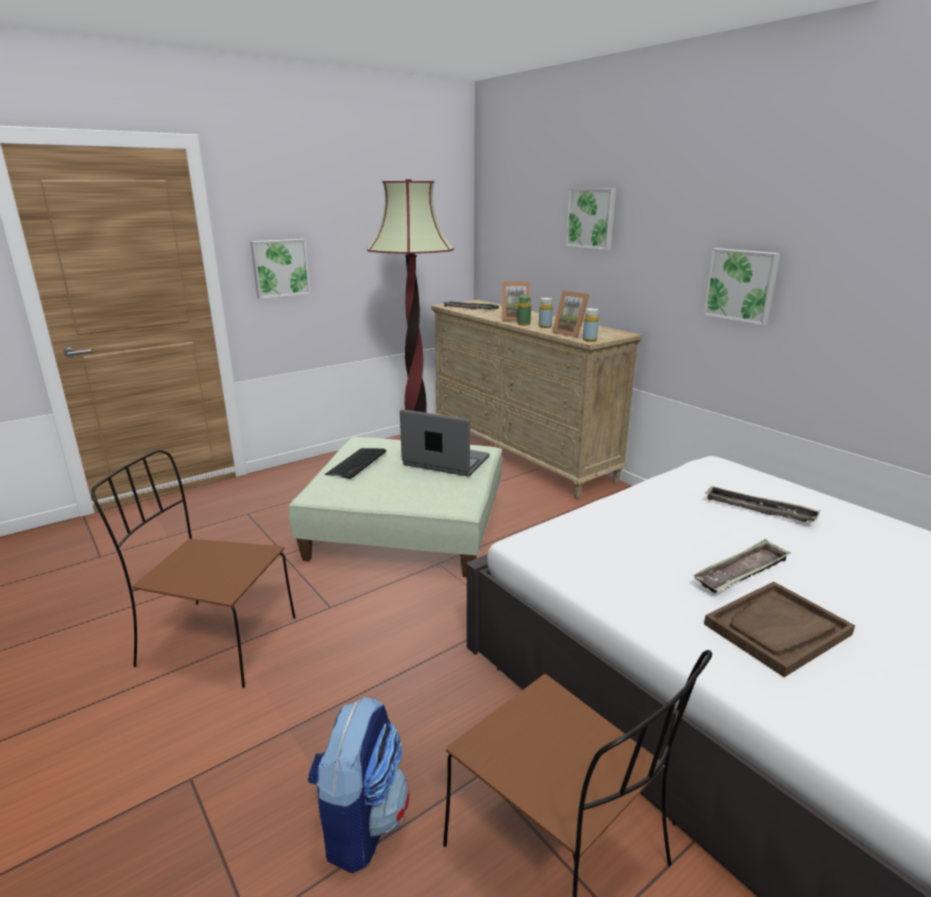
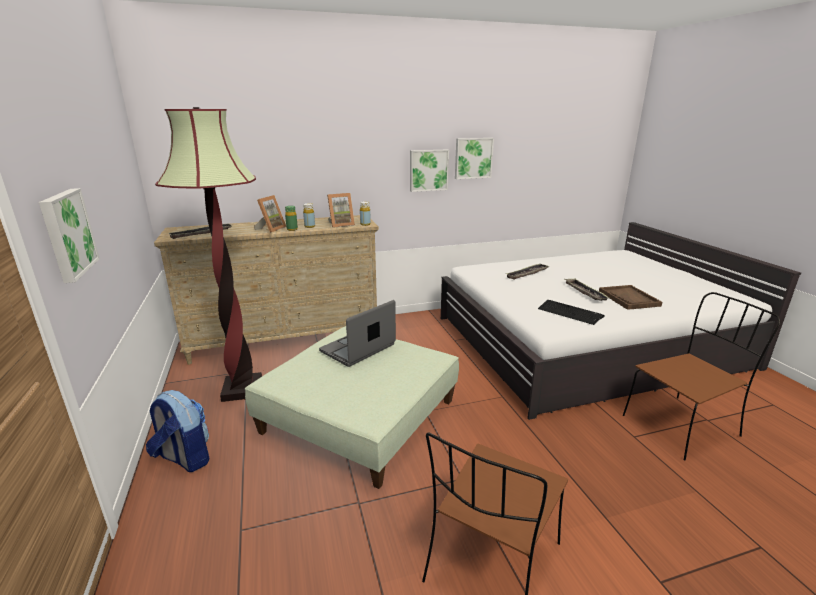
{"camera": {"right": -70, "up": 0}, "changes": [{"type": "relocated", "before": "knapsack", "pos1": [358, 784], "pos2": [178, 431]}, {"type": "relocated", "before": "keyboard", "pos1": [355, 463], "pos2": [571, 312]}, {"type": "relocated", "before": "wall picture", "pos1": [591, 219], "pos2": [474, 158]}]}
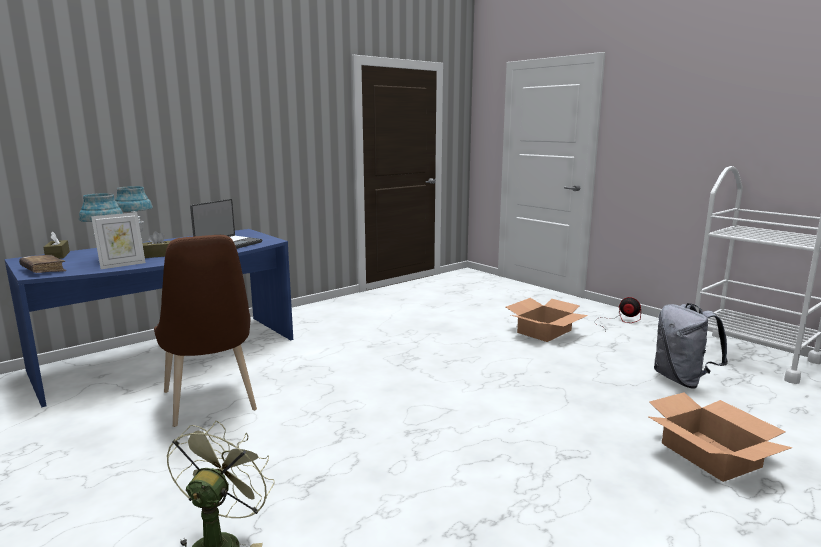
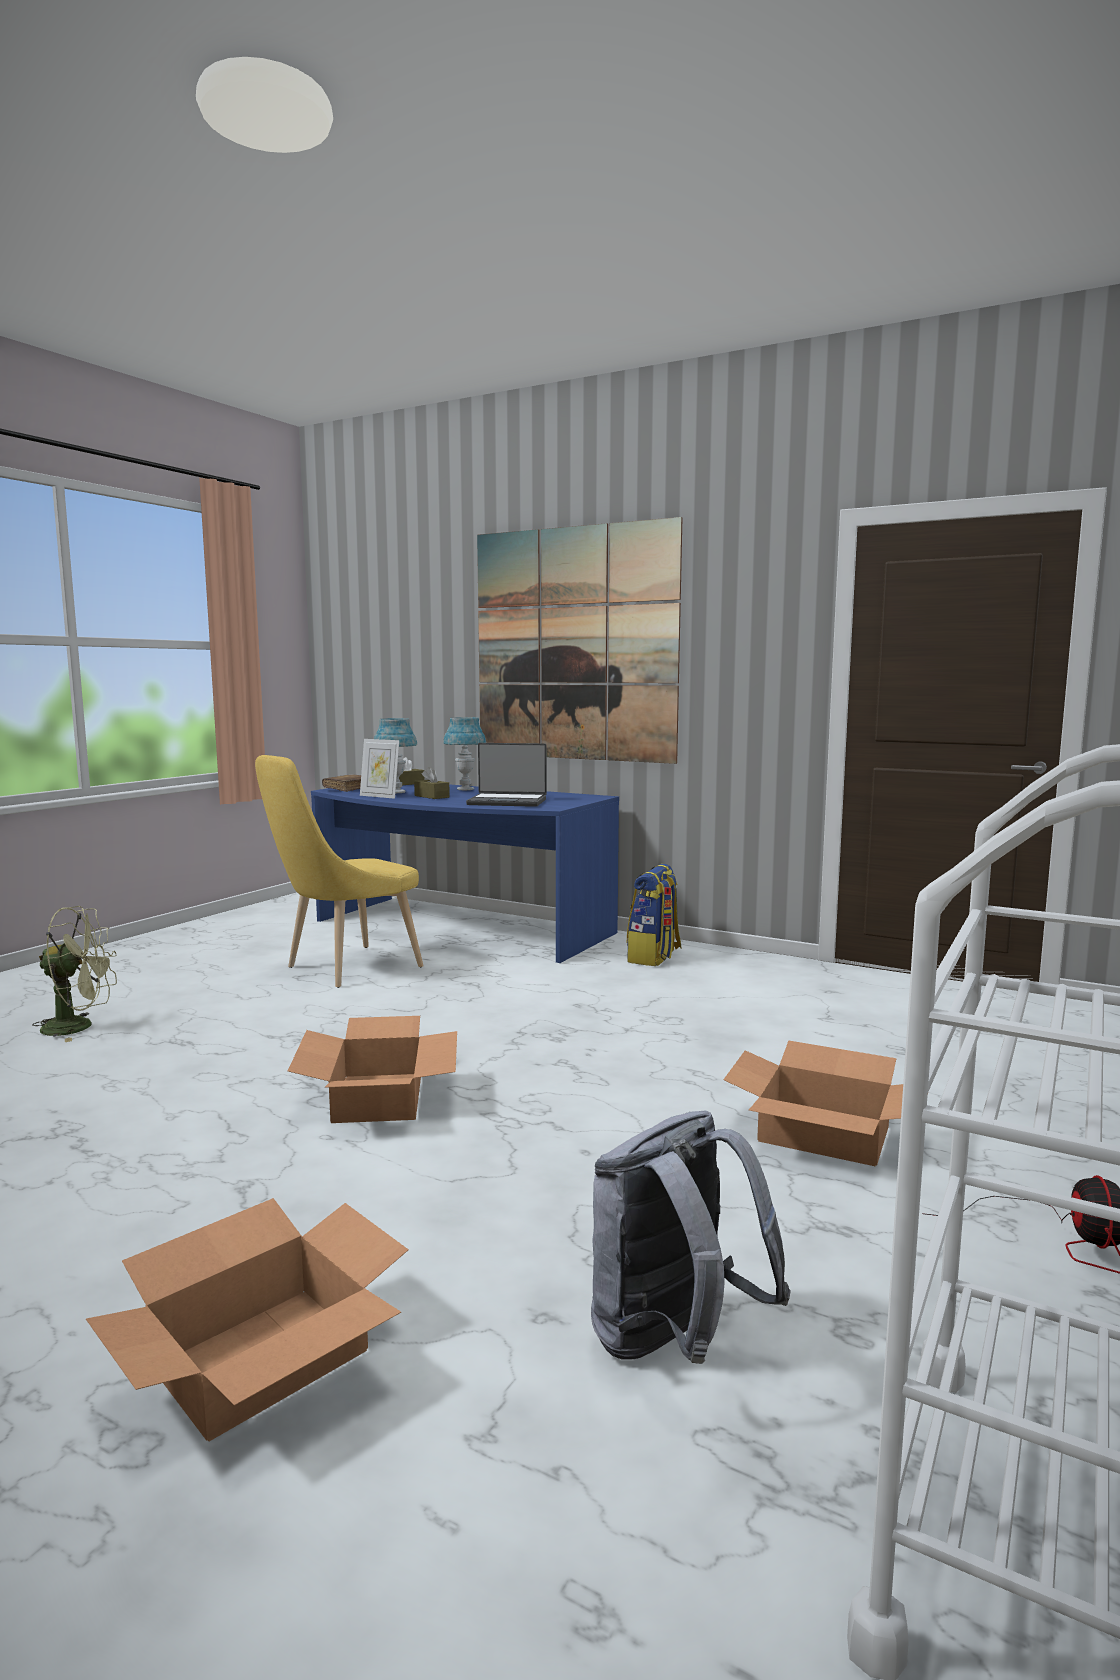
{"camera": {"right": 70, "up": -5}, "changes": [{"type": "appeared", "after": "packing box", "pos2": [372, 1069]}, {"type": "appeared", "after": "wall picture", "pos2": [580, 640]}, {"type": "appeared", "after": "knapsack", "pos2": [654, 915]}, {"type": "colour", "before": "upright chair/brownish", "after": "upright chair/yellow", "pos1": [205, 331], "pos2": [339, 871]}]}
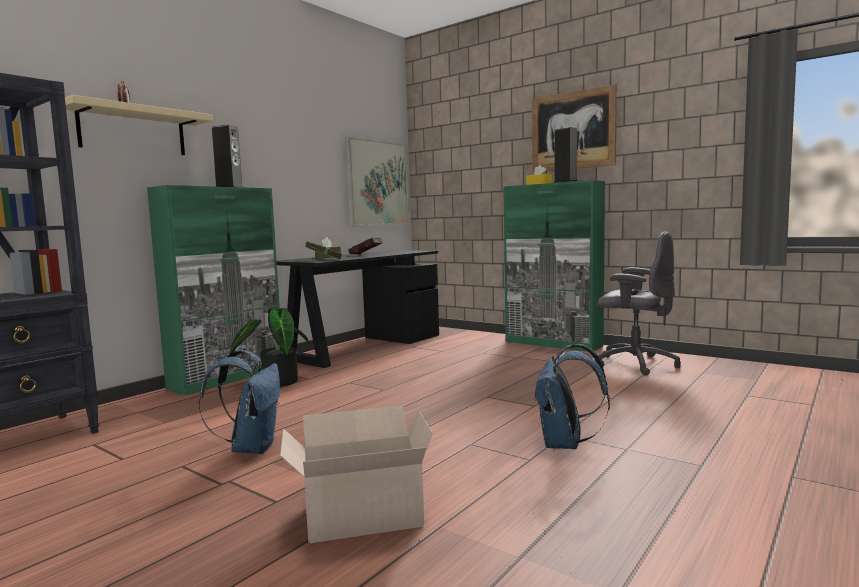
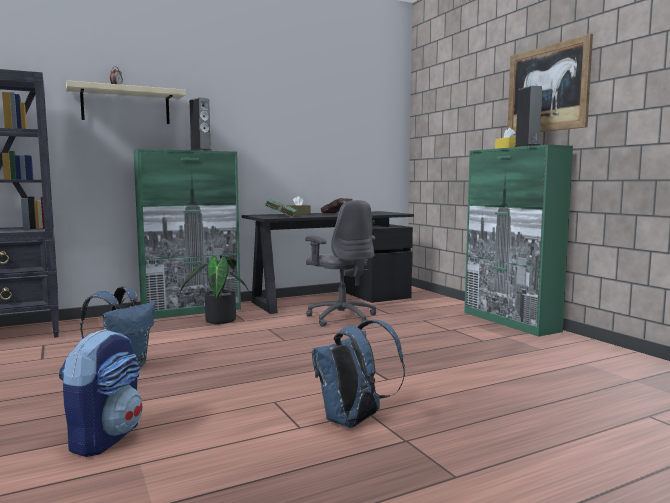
{"camera": {"right": 25, "up": 0}, "changes": [{"type": "missing", "before": "wall picture", "pos1": [377, 181]}, {"type": "relocated", "before": "desk chair/gray", "pos1": [639, 303], "pos2": [340, 263]}, {"type": "exchanged", "before": "packing box", "after": "knapsack", "pos1": [356, 474], "pos2": [100, 393]}]}
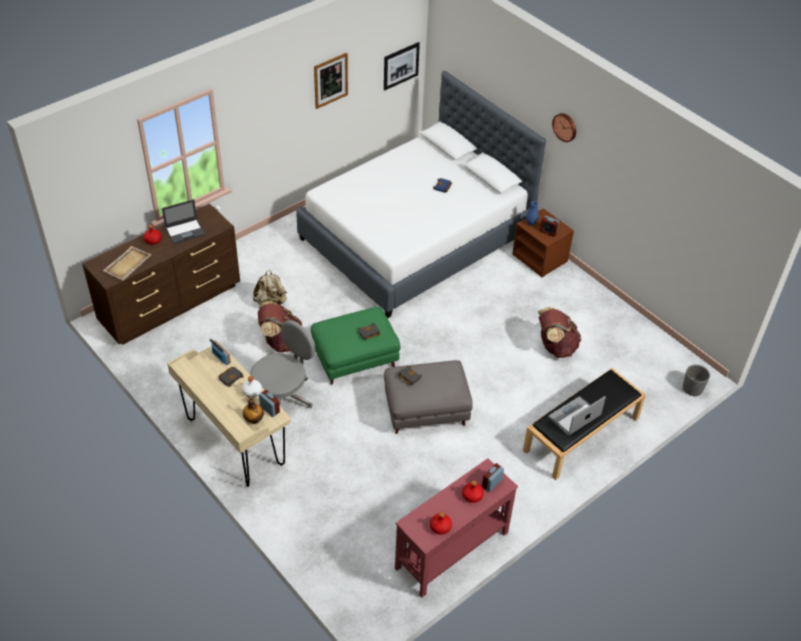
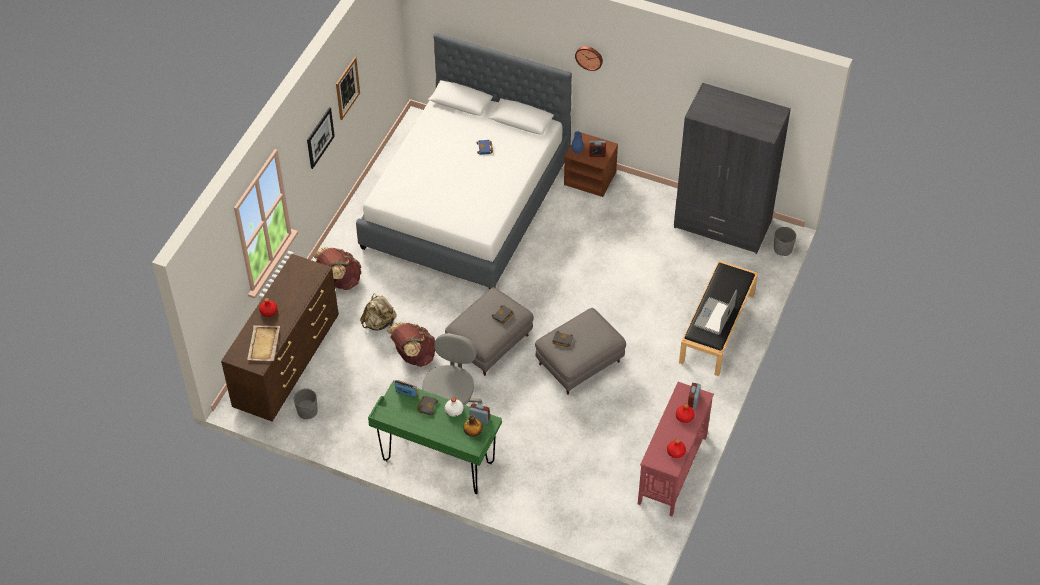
{"camera": {"right": -25, "up": 5}, "changes": [{"type": "missing", "before": "notebook computer", "pos1": [183, 221]}, {"type": "appeared", "after": "planter/gray", "pos2": [306, 403]}, {"type": "appeared", "after": "wardrobe/gray", "pos2": [732, 168]}, {"type": "relocated", "before": "wall picture", "pos1": [402, 66], "pos2": [321, 138]}, {"type": "relocated", "before": "knapsack/brownish", "pos1": [559, 332], "pos2": [337, 268]}, {"type": "colour", "before": "desk/beige-coloured", "after": "desk/green-coloured", "pos1": [229, 415], "pos2": [435, 438]}, {"type": "colour", "before": "footrest/green-coloured", "after": "footrest/gray", "pos1": [355, 346], "pos2": [489, 331]}]}
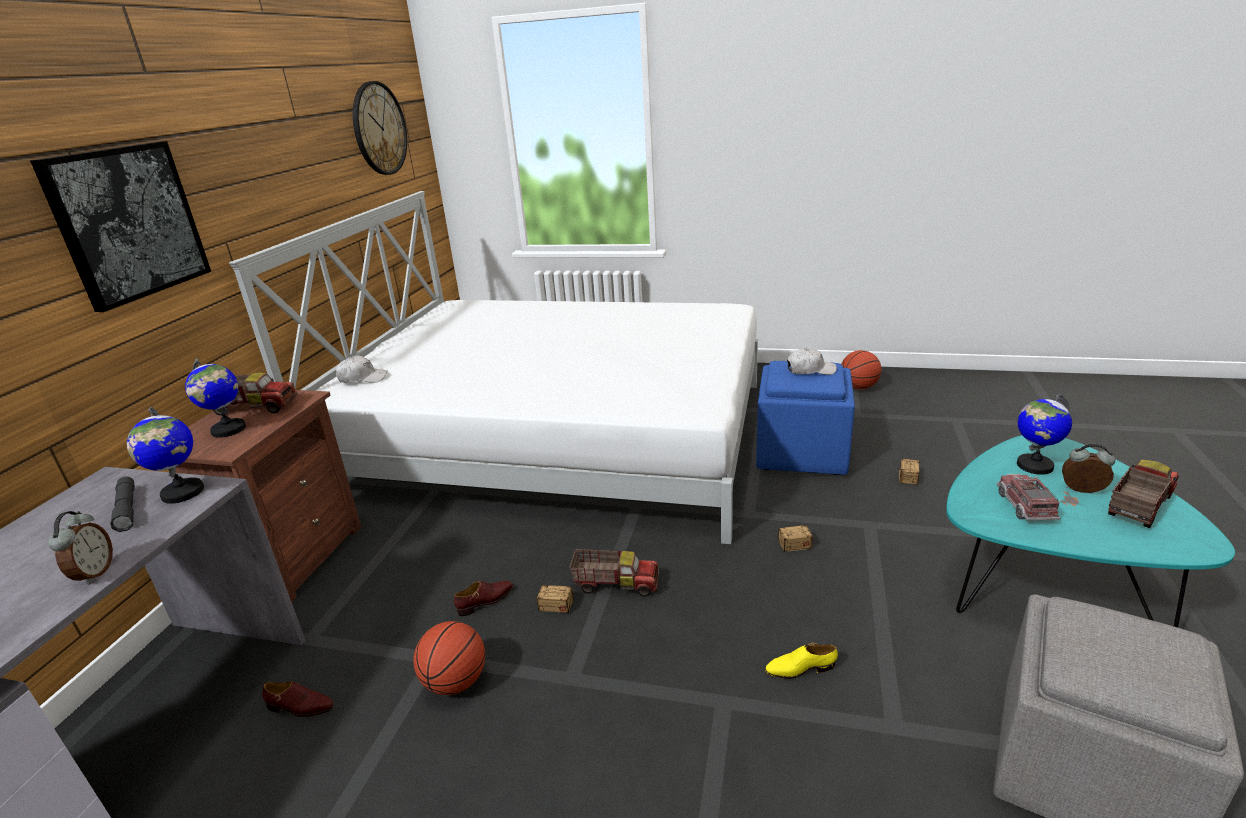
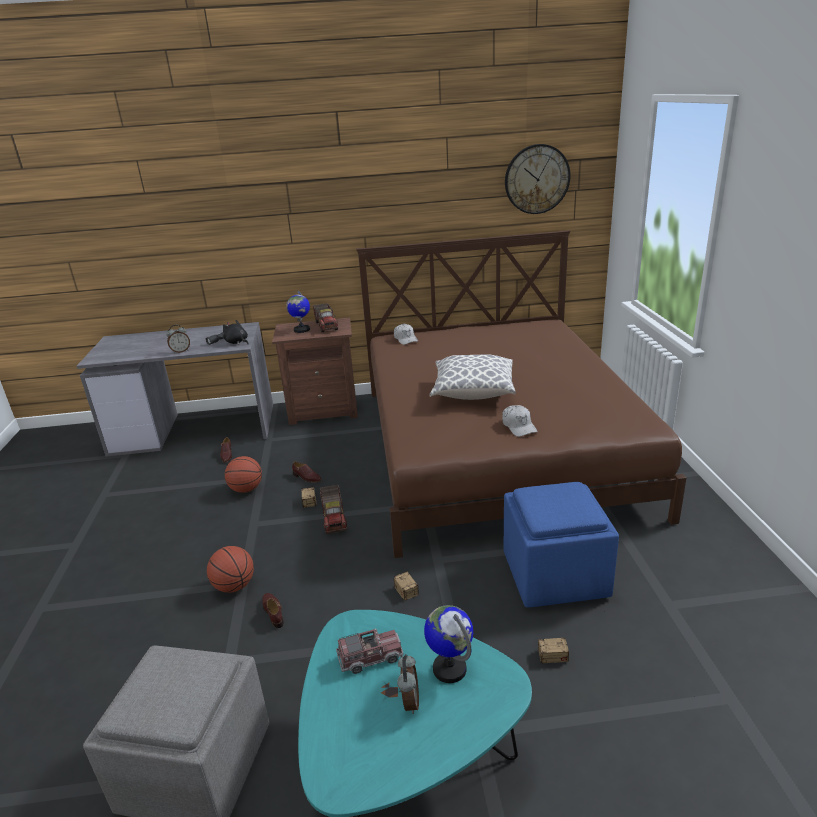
{"camera": {"right": 70, "up": 0}, "changes": [{"type": "missing", "before": "wall picture", "pos1": [120, 226]}, {"type": "missing", "before": "toy lorry", "pos1": [1143, 494]}, {"type": "appeared", "after": "cushion", "pos2": [473, 377]}, {"type": "relocated", "before": "cap/whitish", "pos1": [812, 361], "pos2": [520, 421]}, {"type": "relocated", "before": "basketball ball", "pos1": [861, 369], "pos2": [230, 569]}, {"type": "exchanged", "before": "desk globe", "after": "cuddly toy/black", "pos1": [165, 455], "pos2": [236, 332]}, {"type": "colour", "before": "bedroom bed/whitish", "after": "bedroom bed/brownish", "pos1": [493, 367], "pos2": [521, 394]}, {"type": "colour", "before": "shoe/yellow", "after": "shoe/brownish", "pos1": [801, 661], "pos2": [273, 610]}]}
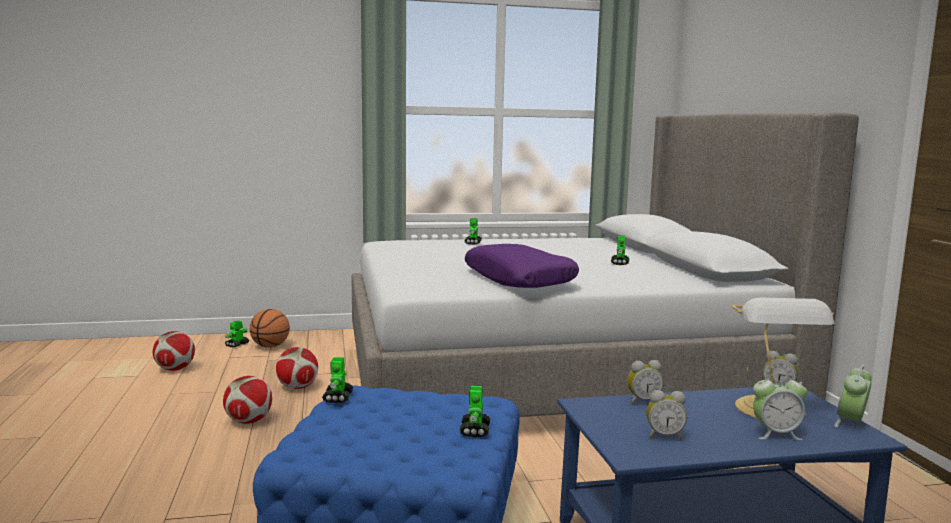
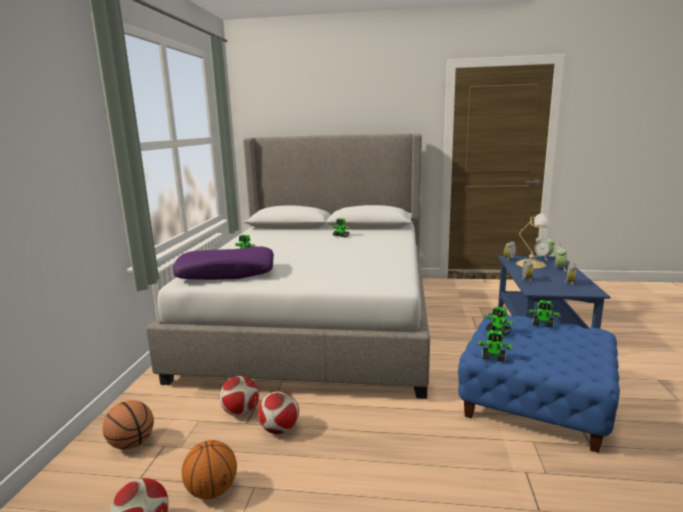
{"camera": {"right": -70, "up": 5}, "changes": [{"type": "appeared", "after": "basketball ball", "pos2": [209, 469]}, {"type": "relocated", "before": "football", "pos1": [247, 400], "pos2": [239, 396]}, {"type": "relocated", "before": "toy robot", "pos1": [237, 334], "pos2": [499, 321]}, {"type": "relocated", "before": "cushion/purple-coloured", "pos1": [522, 266], "pos2": [223, 263]}]}
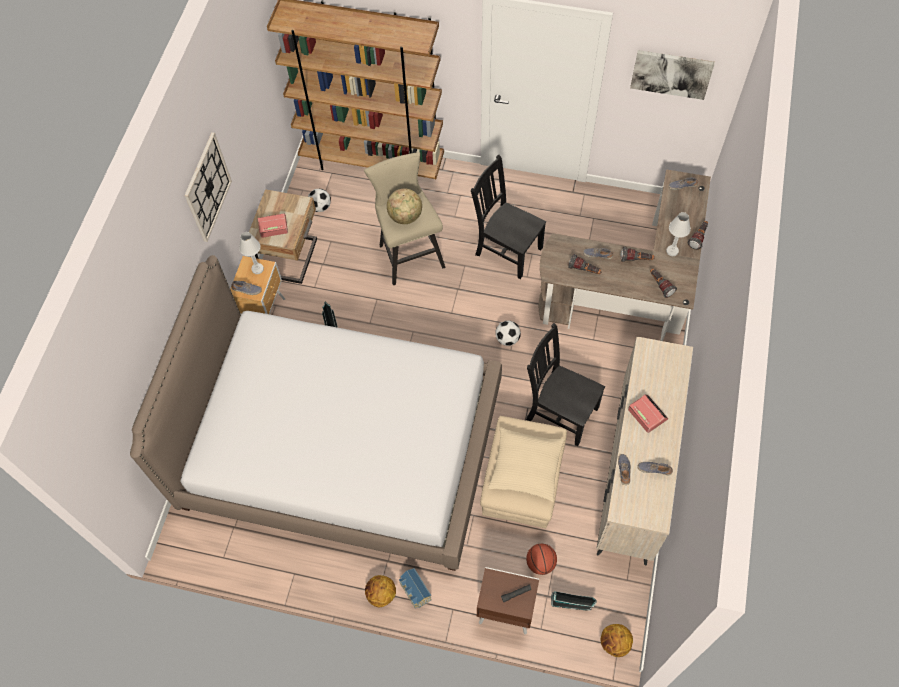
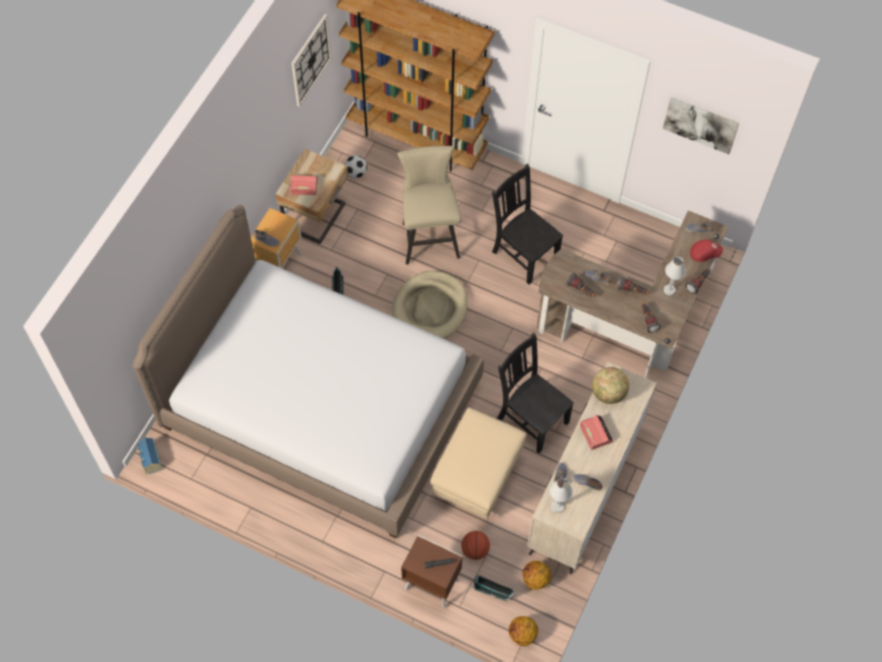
{"camera": {"right": 10, "up": 0}, "changes": [{"type": "missing", "before": "cushion/beige-coloured", "pos1": [526, 464]}, {"type": "missing", "before": "football", "pos1": [508, 333]}, {"type": "appeared", "after": "dog cushion/beige-coloured", "pos2": [430, 305]}, {"type": "appeared", "after": "cap/reddish", "pos2": [706, 251]}, {"type": "relocated", "before": "wall clock", "pos1": [208, 187], "pos2": [311, 60]}, {"type": "relocated", "before": "table lamp/whitish", "pos1": [251, 253], "pos2": [561, 495]}, {"type": "relocated", "before": "basketball ball", "pos1": [380, 591], "pos2": [536, 575]}, {"type": "relocated", "before": "desk globe", "pos1": [404, 206], "pos2": [610, 385]}, {"type": "relocated", "before": "model house", "pos1": [415, 588], "pos2": [149, 456]}]}
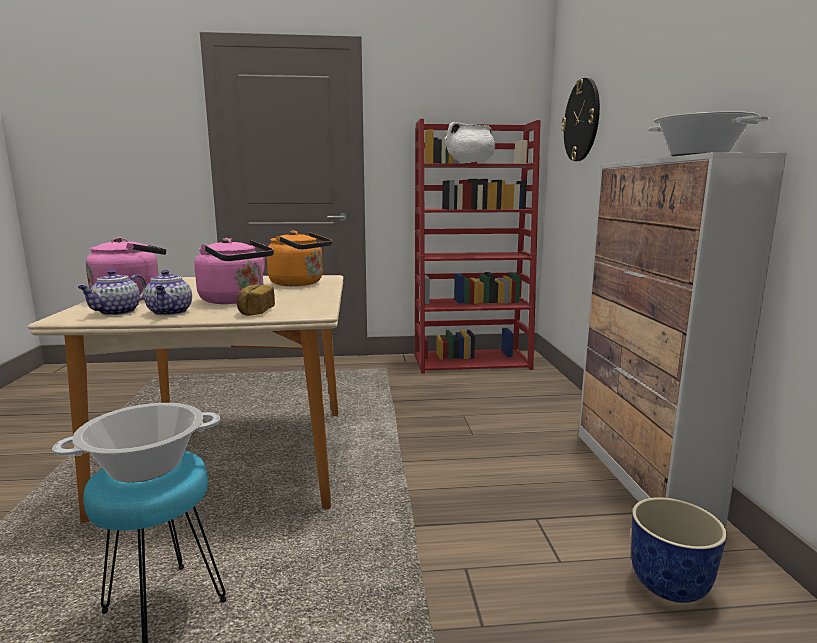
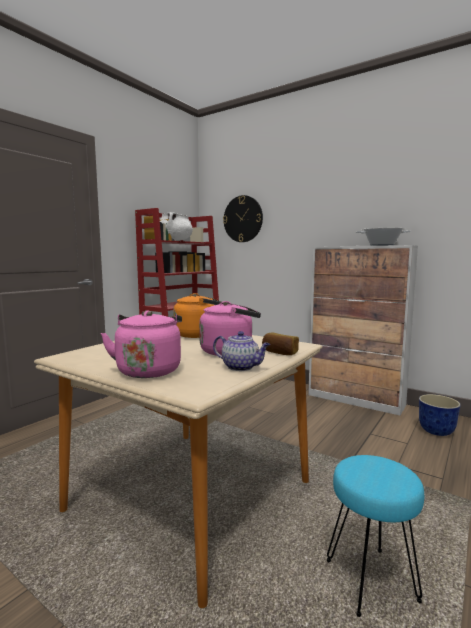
{"camera": {"right": -50, "up": -5}, "changes": [{"type": "missing", "before": "stockpot", "pos1": [136, 443]}, {"type": "missing", "before": "pot for tea", "pos1": [112, 292]}]}
